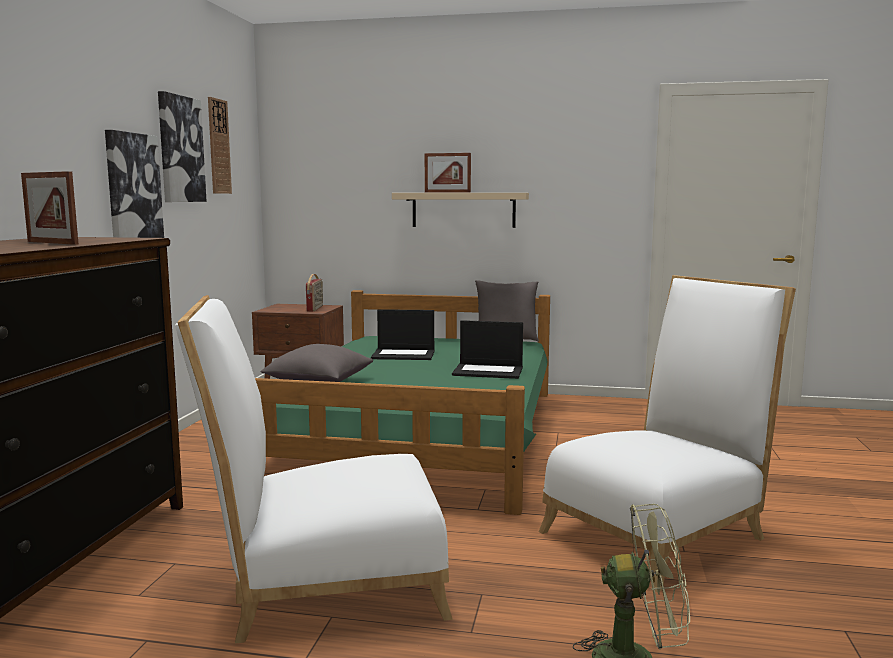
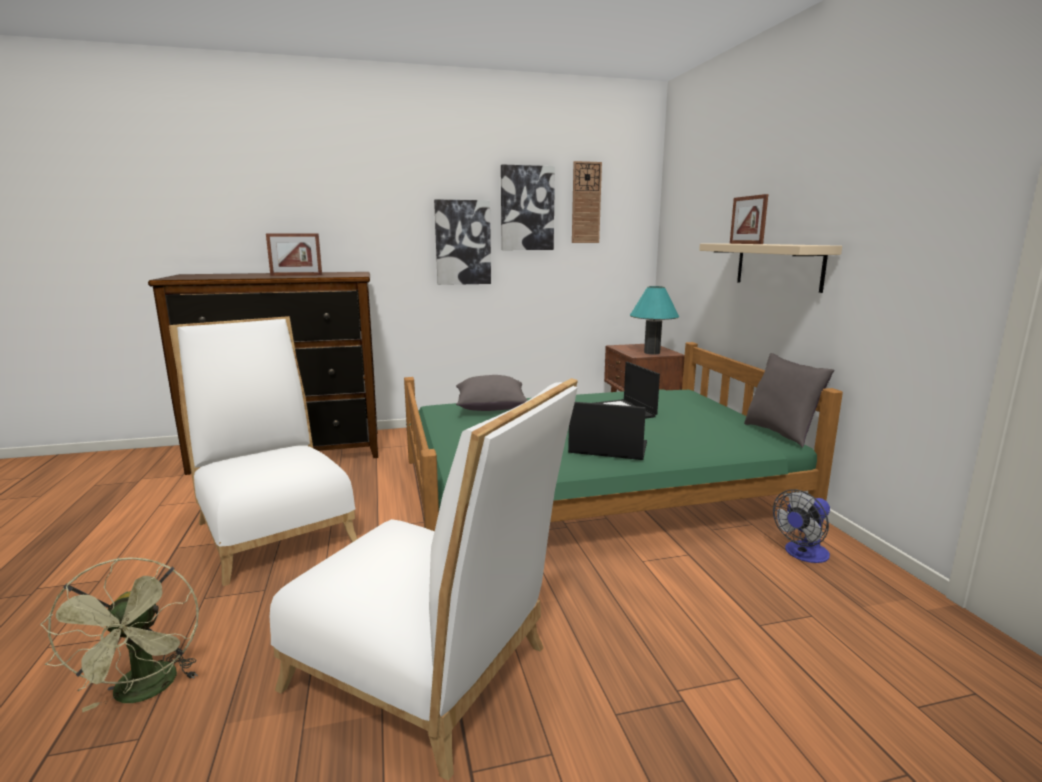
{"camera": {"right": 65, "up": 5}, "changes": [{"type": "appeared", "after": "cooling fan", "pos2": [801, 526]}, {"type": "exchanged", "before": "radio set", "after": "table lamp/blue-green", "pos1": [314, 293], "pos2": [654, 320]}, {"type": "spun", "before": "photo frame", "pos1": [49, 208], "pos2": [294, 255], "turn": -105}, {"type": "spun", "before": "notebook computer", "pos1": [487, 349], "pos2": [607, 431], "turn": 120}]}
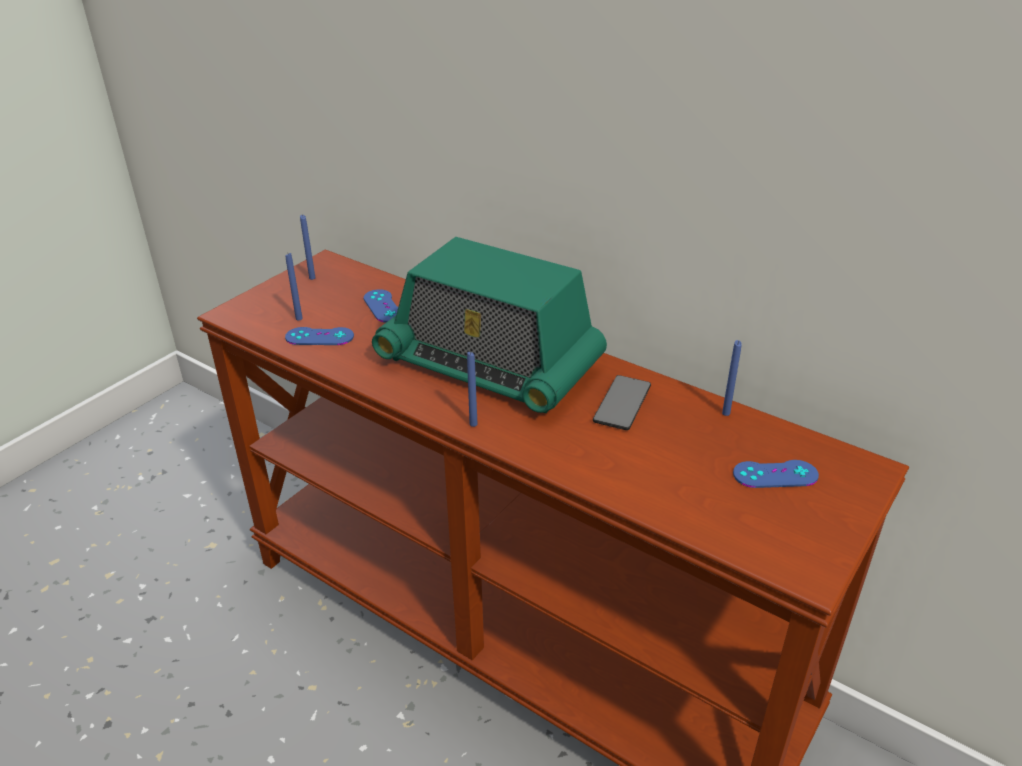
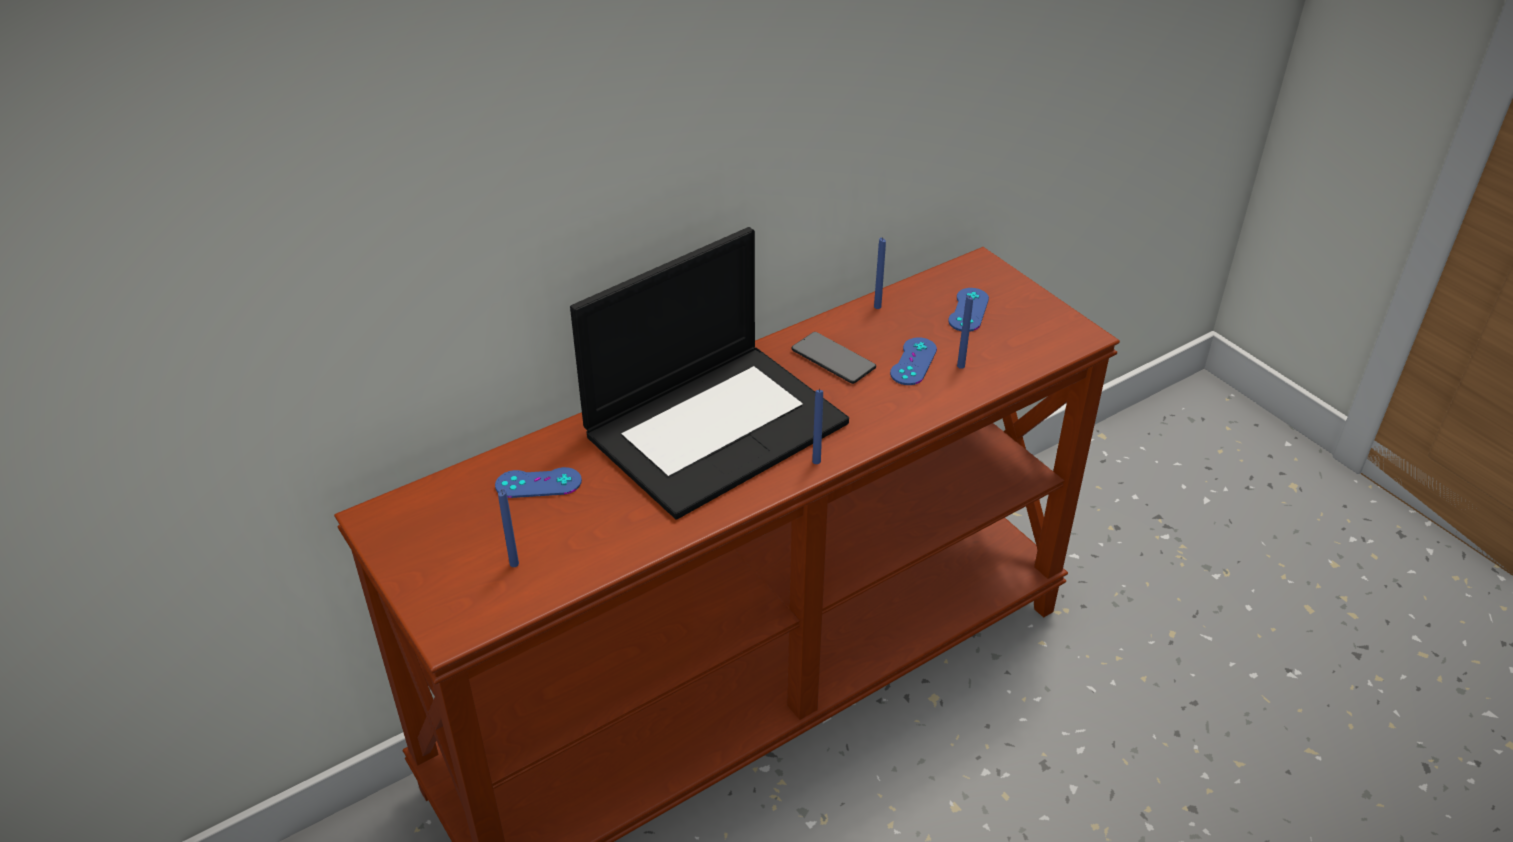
{"camera": {"right": -70, "up": 5}, "changes": [{"type": "relocated", "before": "joypad/blue-coloured", "pos1": [319, 336], "pos2": [913, 361]}, {"type": "relocated", "before": "wax candle/blue-coloured", "pos1": [307, 247], "pos2": [965, 332]}, {"type": "exchanged", "before": "radio set", "after": "notebook computer", "pos1": [489, 325], "pos2": [709, 373]}]}
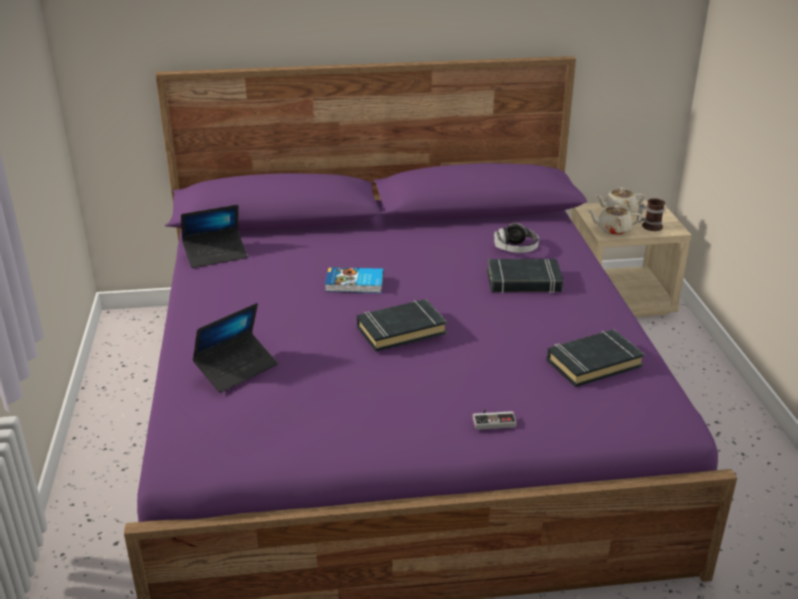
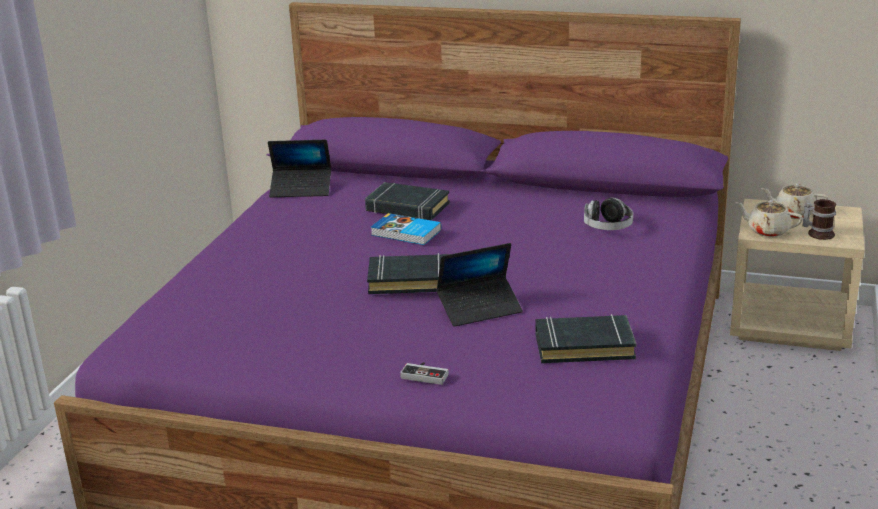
{"camera": {"right": 25, "up": -5}, "changes": [{"type": "relocated", "before": "notebook computer", "pos1": [235, 348], "pos2": [479, 285]}, {"type": "relocated", "before": "book/black", "pos1": [525, 276], "pos2": [407, 201]}]}
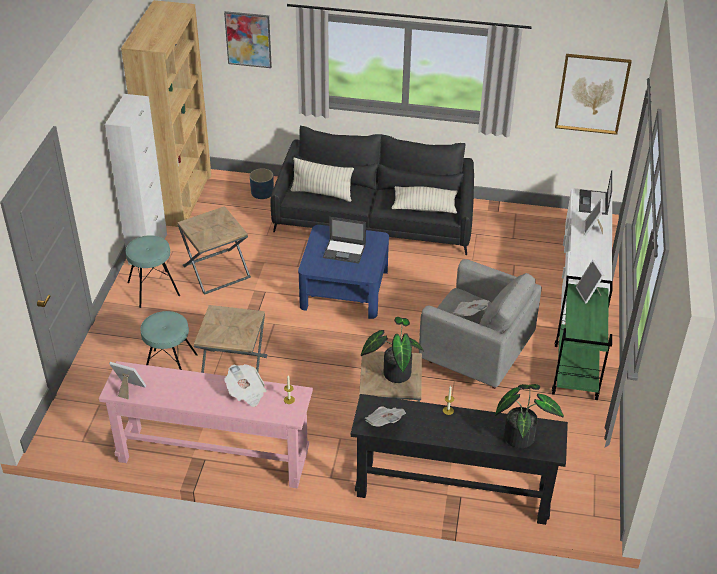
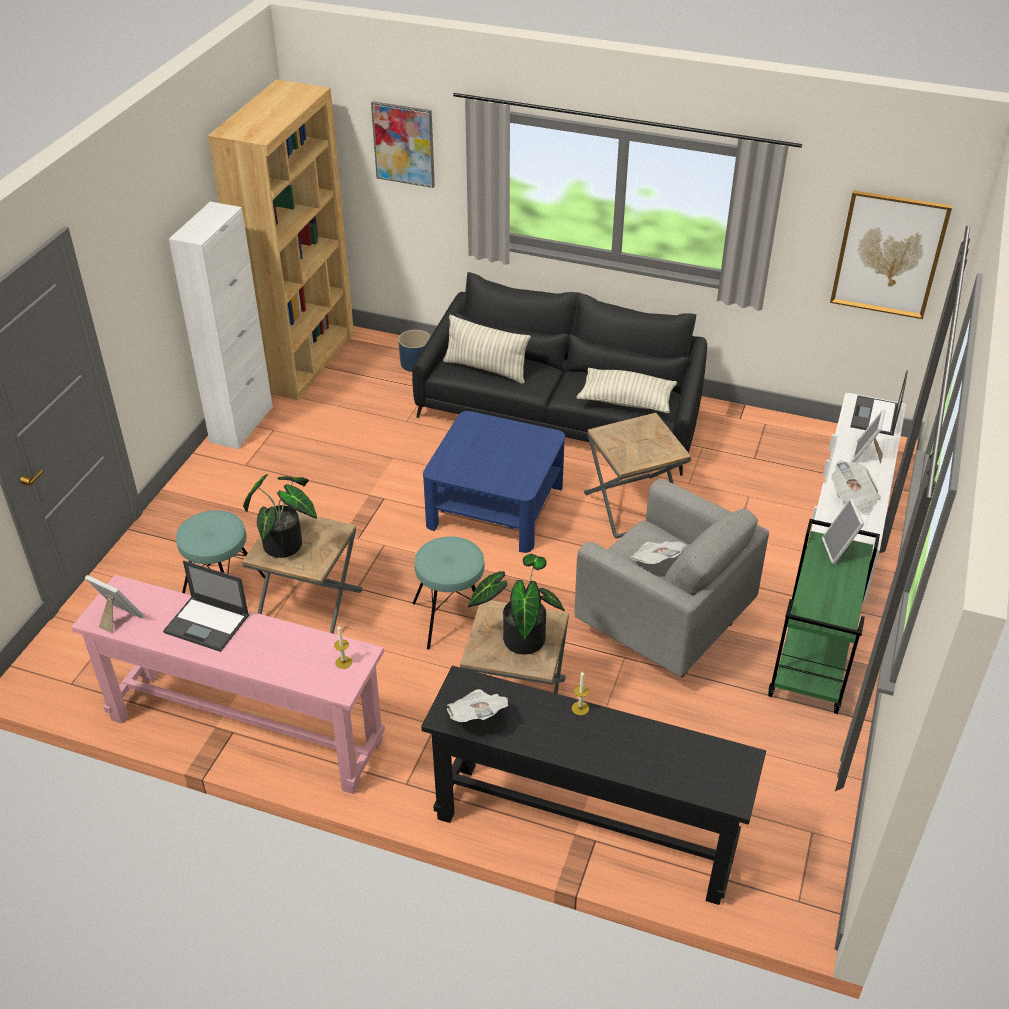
{"camera": {"right": 10, "up": 0}, "changes": [{"type": "relocated", "before": "stool seat/blue-green", "pos1": [153, 271], "pos2": [448, 593]}, {"type": "relocated", "before": "end table/brownish", "pos1": [214, 250], "pos2": [637, 476]}, {"type": "relocated", "before": "daily paper", "pos1": [245, 385], "pos2": [856, 487]}, {"type": "relocated", "before": "notebook computer", "pos1": [344, 240], "pos2": [206, 606]}, {"type": "relocated", "before": "houseplant", "pos1": [529, 416], "pos2": [280, 516]}]}
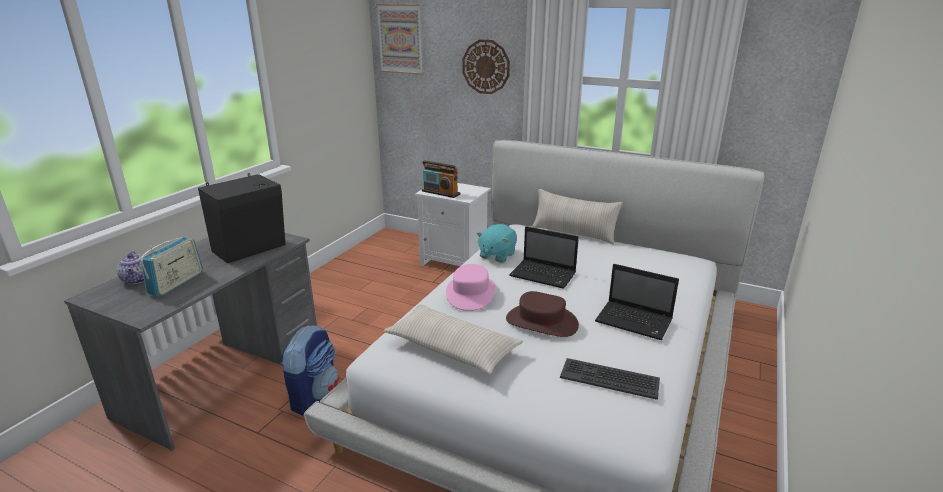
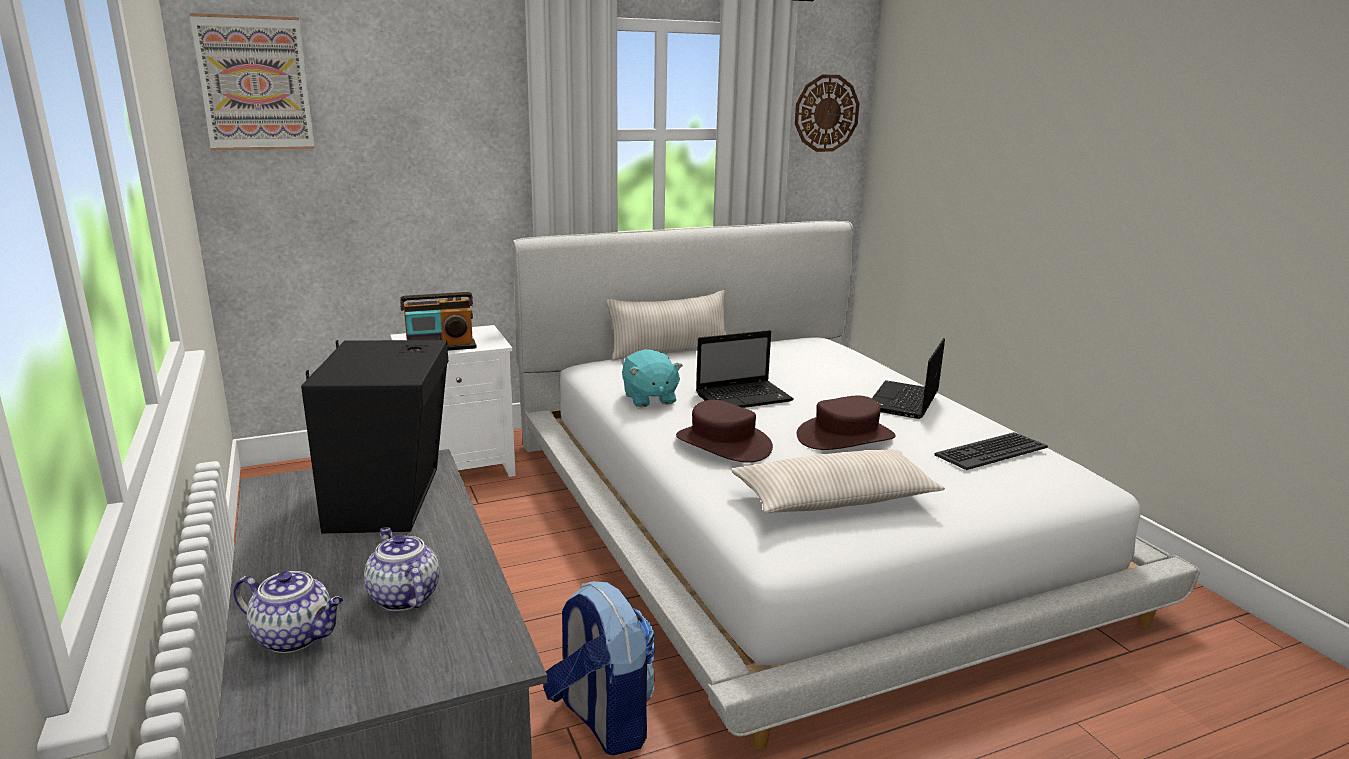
{"camera": {"right": -50, "up": -5}, "changes": [{"type": "relocated", "before": "wall clock", "pos1": [486, 66], "pos2": [827, 113]}, {"type": "exchanged", "before": "radio set", "after": "pot for tea", "pos1": [171, 266], "pos2": [402, 569]}, {"type": "colour", "before": "wearable hat/pink-coloured", "after": "wearable hat/brownish", "pos1": [470, 287], "pos2": [724, 431]}, {"type": "spun", "before": "notebook computer", "pos1": [637, 302], "pos2": [908, 378], "turn": 135}]}
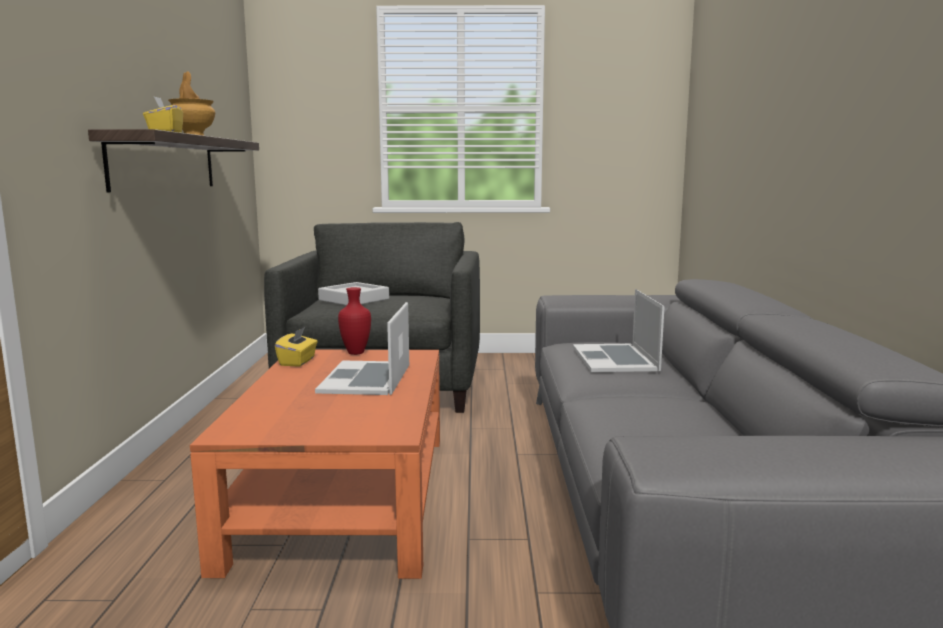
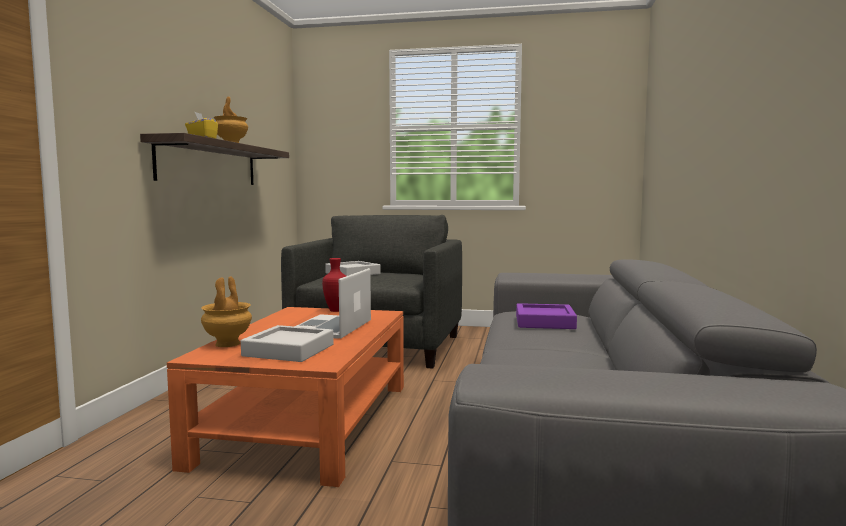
{"camera": {"right": 10, "up": -5}, "changes": [{"type": "missing", "before": "tissue box/yellow", "pos1": [296, 347]}, {"type": "appeared", "after": "flower vase/brownish", "pos2": [226, 311]}, {"type": "appeared", "after": "serving tray/gray", "pos2": [287, 343]}, {"type": "exchanged", "before": "notebook computer", "after": "serving tray/purple-coloured", "pos1": [618, 330], "pos2": [546, 316]}]}
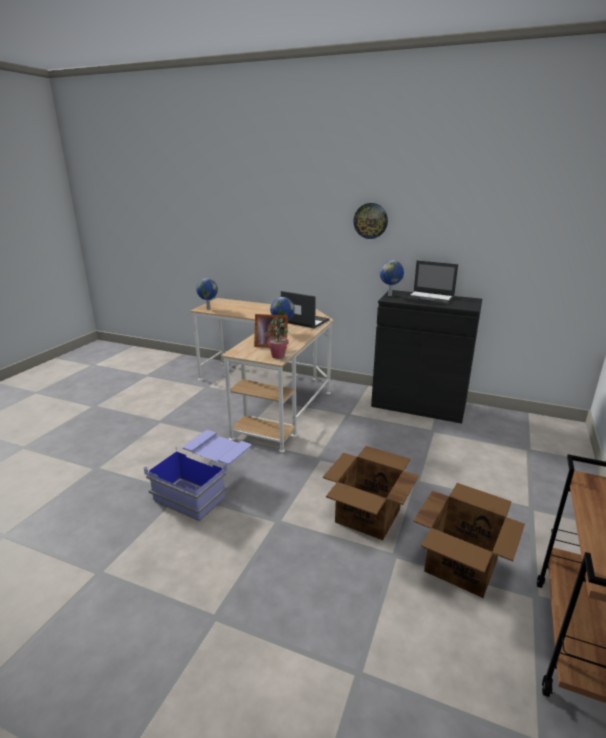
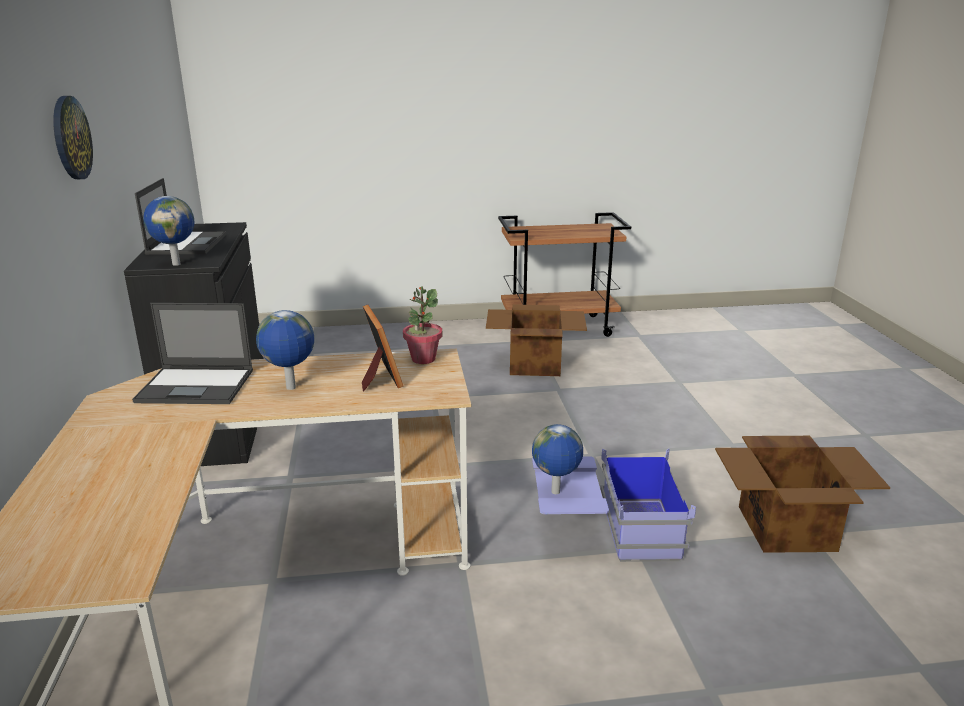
{"camera": {"right": -120, "up": 0}, "changes": [{"type": "relocated", "before": "desk globe", "pos1": [207, 294], "pos2": [557, 459]}, {"type": "relocated", "before": "packing box", "pos1": [371, 493], "pos2": [802, 494]}, {"type": "spun", "before": "notebook computer", "pos1": [305, 309], "pos2": [192, 353], "turn": -90}]}
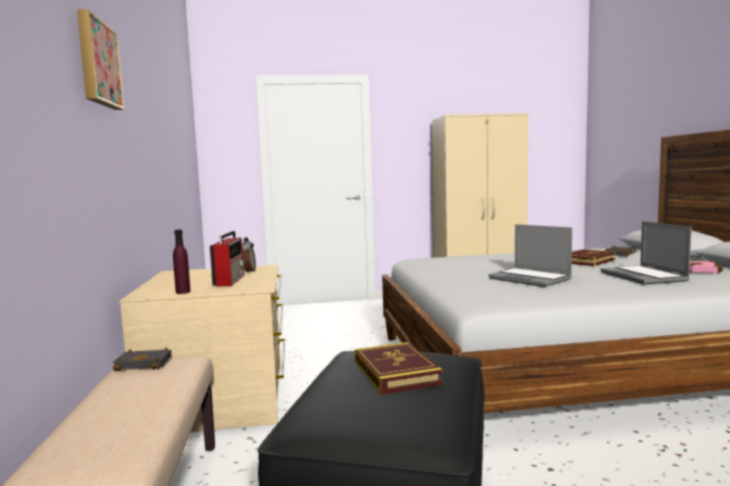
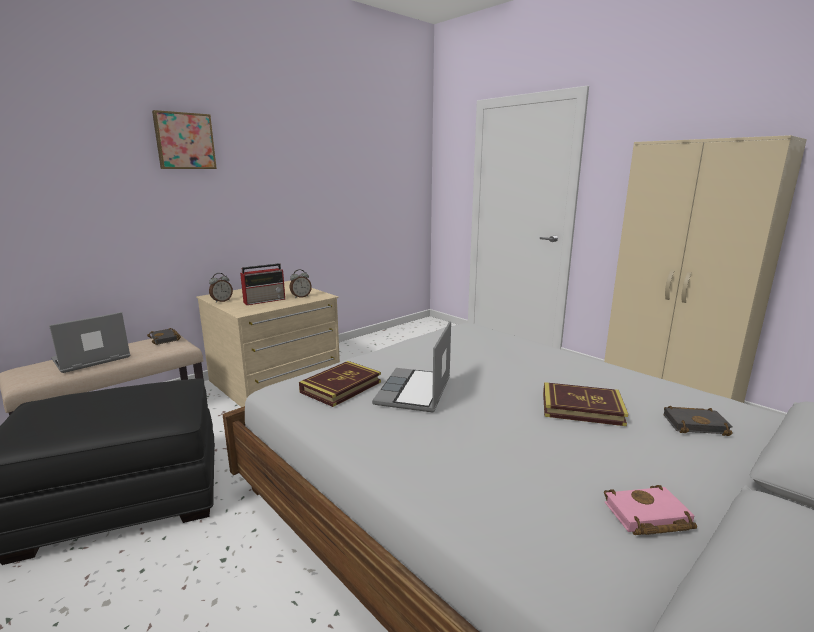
{"camera": {"right": 55, "up": 10}, "changes": [{"type": "relocated", "before": "book", "pos1": [398, 368], "pos2": [340, 384]}, {"type": "relocated", "before": "notebook computer", "pos1": [646, 253], "pos2": [89, 342]}, {"type": "exchanged", "before": "beverage bottle/purple-coloured", "after": "table clock", "pos1": [182, 261], "pos2": [221, 288]}]}
